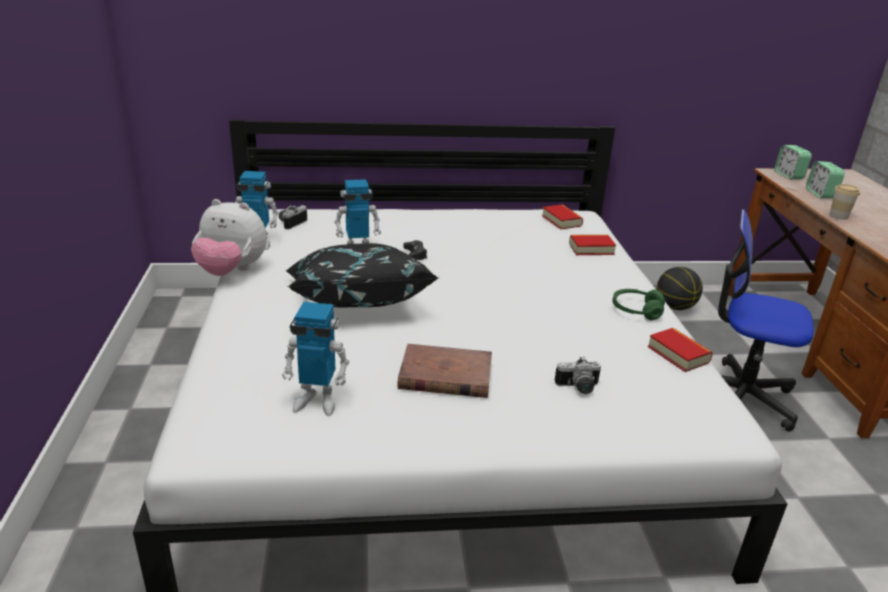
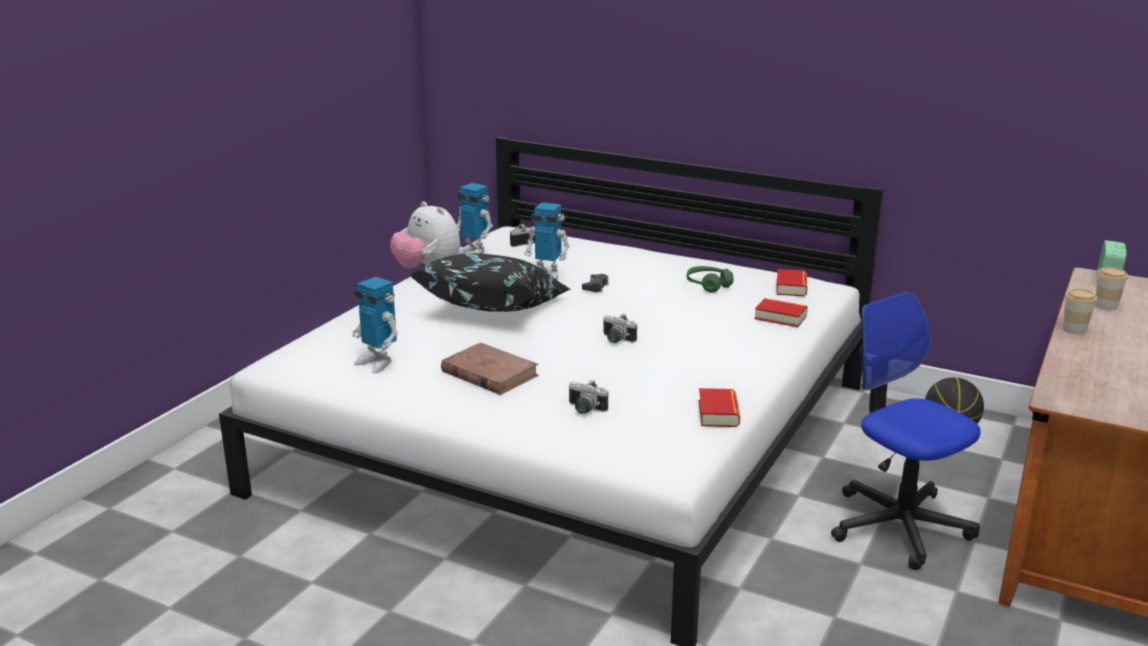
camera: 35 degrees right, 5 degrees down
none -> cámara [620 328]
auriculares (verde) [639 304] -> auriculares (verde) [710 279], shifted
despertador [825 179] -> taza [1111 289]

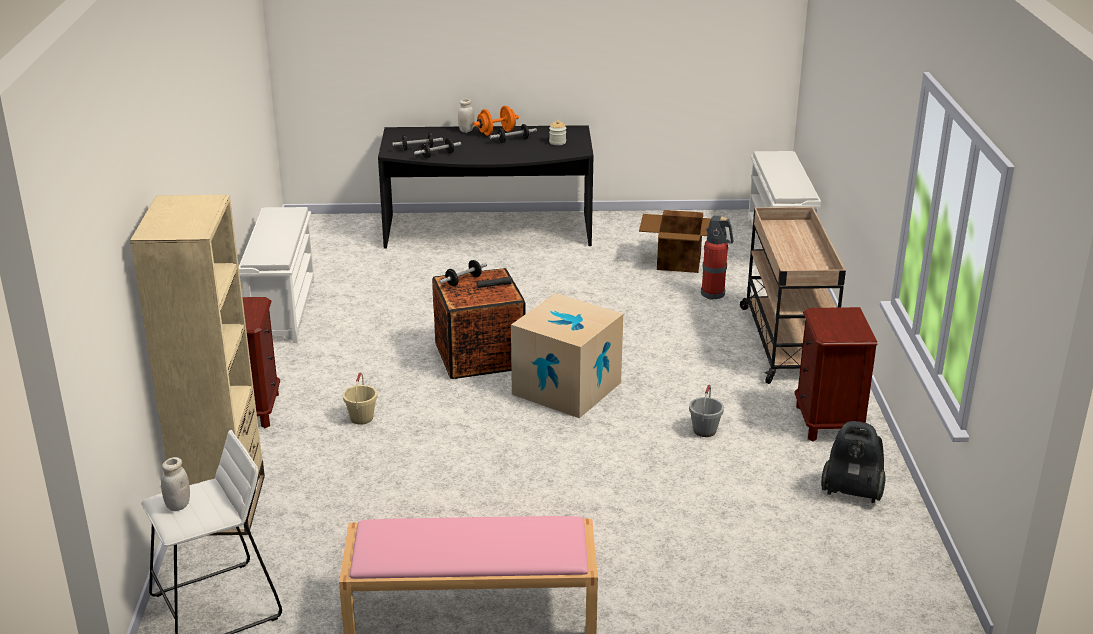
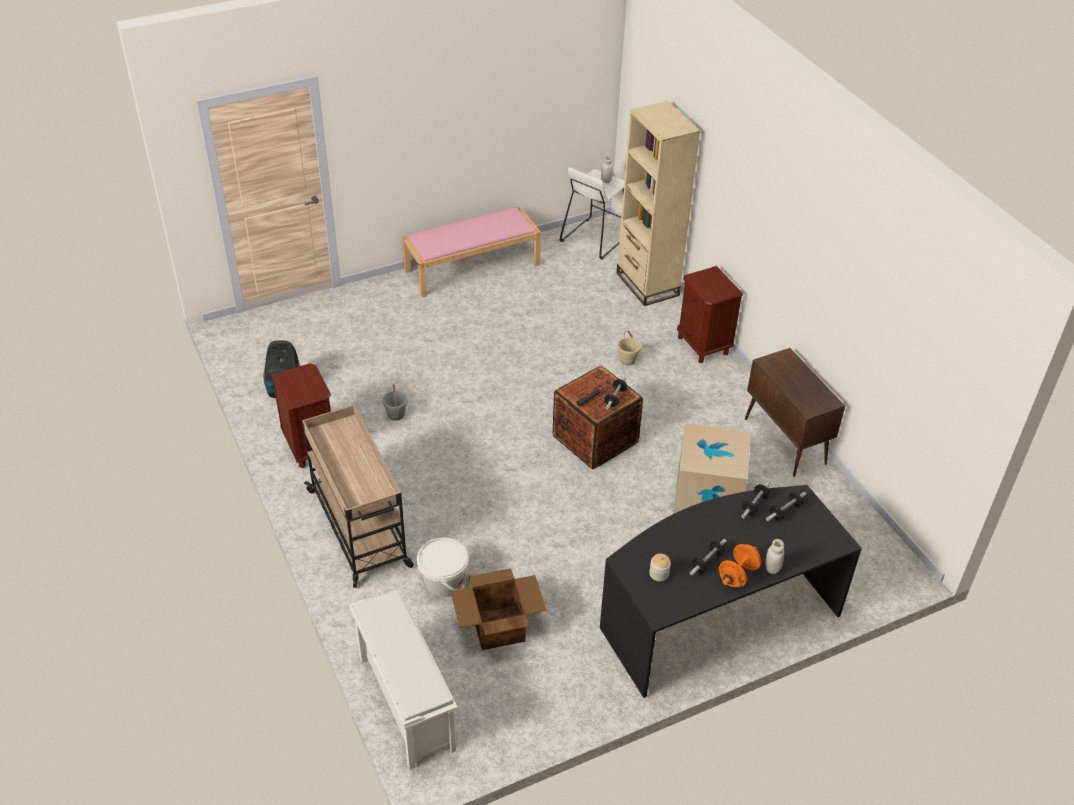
camera: 155 degrees right, 15 degrees up
extintor [717 258] -> cubo (blanco) [443 567]
caja de cartón [567 355] -> caja de cartón [712 469], shifted
zapatero (blanco) [276 275] -> armario (marrón) [795 412]

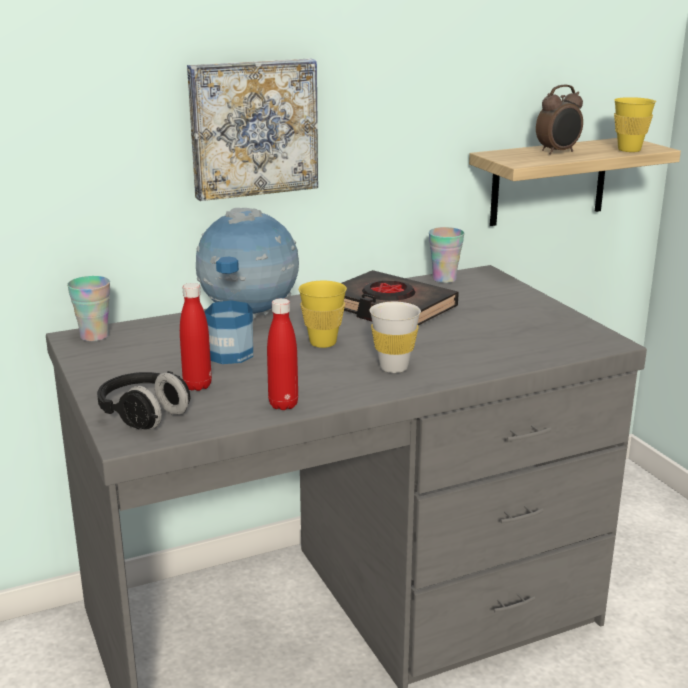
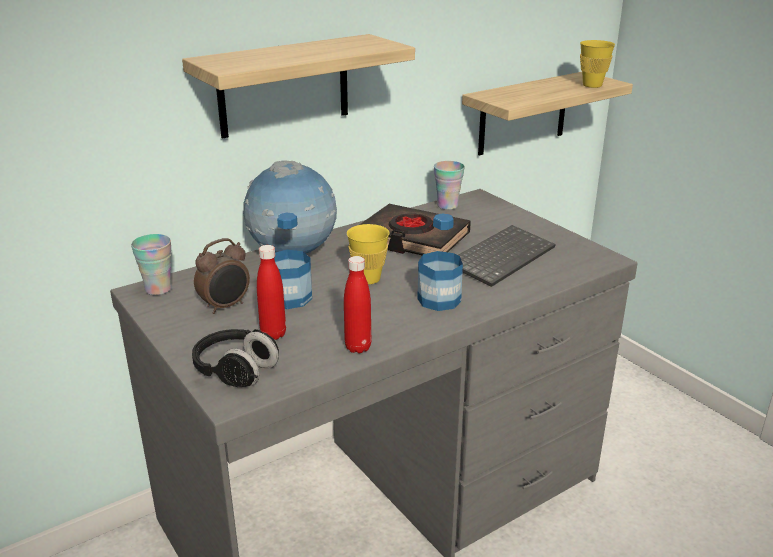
camera: 10 degrees left, 5 degrees up
cuadro [252 129] -> estante [298 86]
despertador [559 120] -> despertador [222 276], shifted
taza (blanco) [395 337] -> botella [440 262]
none -> teclado [507 256]

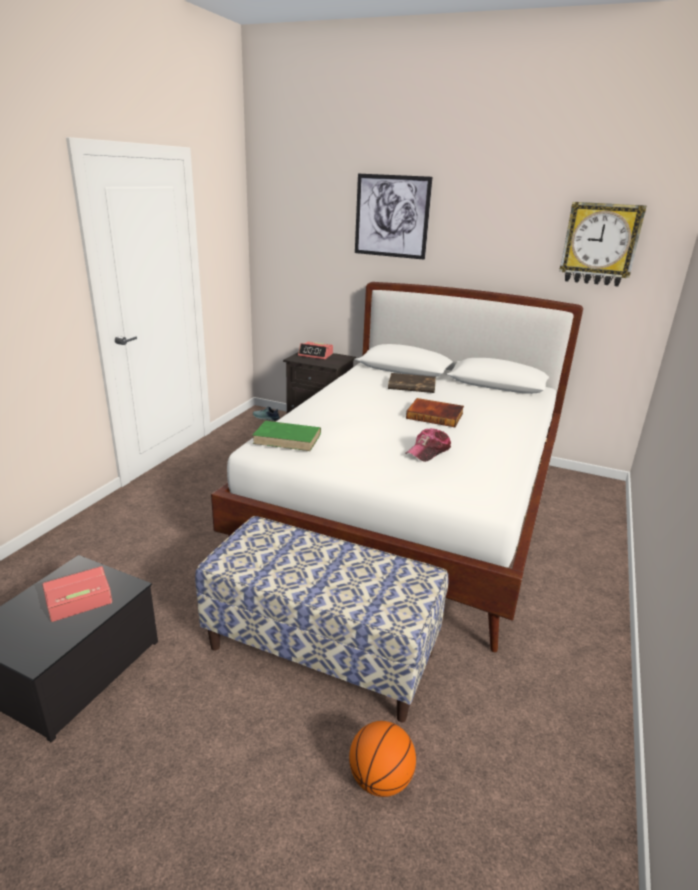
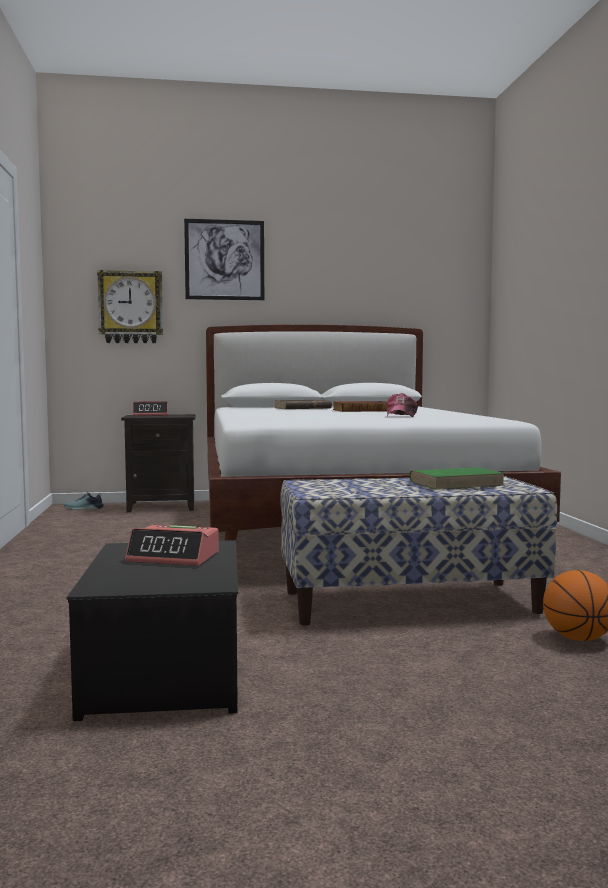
camera: 30 degrees left, 20 degrees down
reloj de pared [603 244] -> reloj de pared [130 306], shifted
despertador [77 594] -> despertador [172 545], 105 degrees counterclockwise
libro (verde) [286 436] -> libro (verde) [457 478], shifted

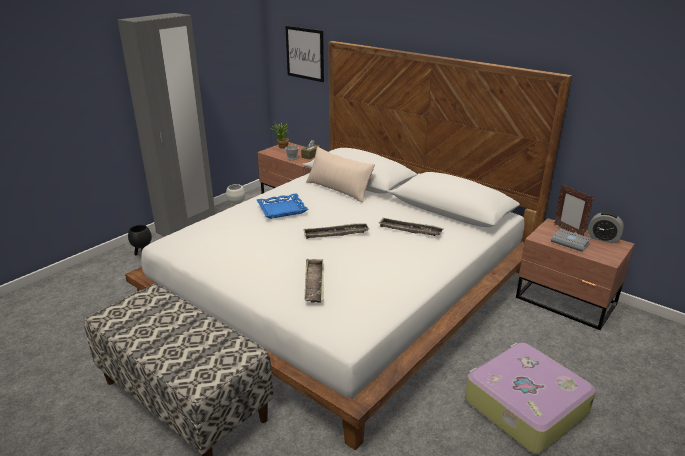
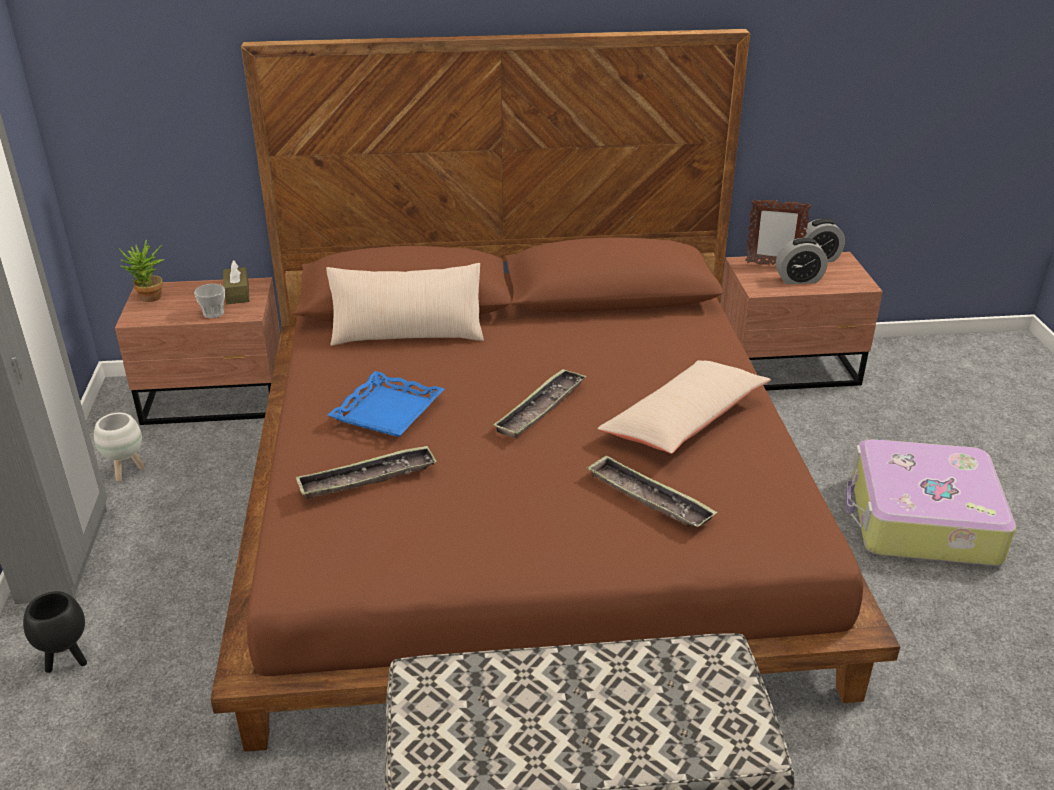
camera: 45 degrees left, 5 degrees up
cama (blanco) [348 245] -> cama (marrón) [555 390]
bandeja [411 227] -> bandeja [366 472], shifted
none -> cojín (beis) [684 407]
libro (gris) [571 240] -> despertador [802 261]
cuadro [304 54] -> none

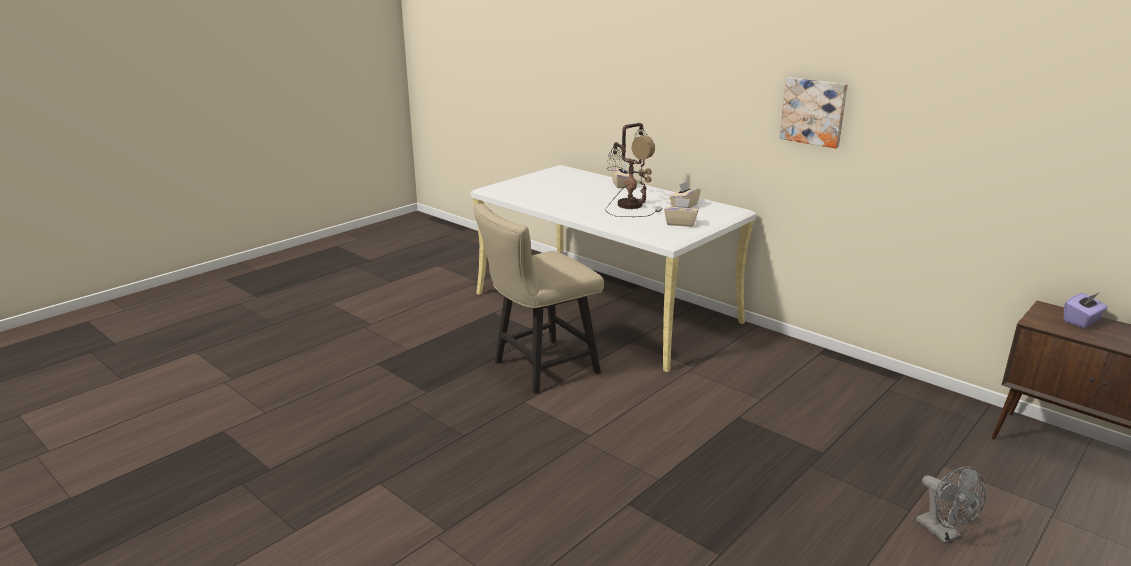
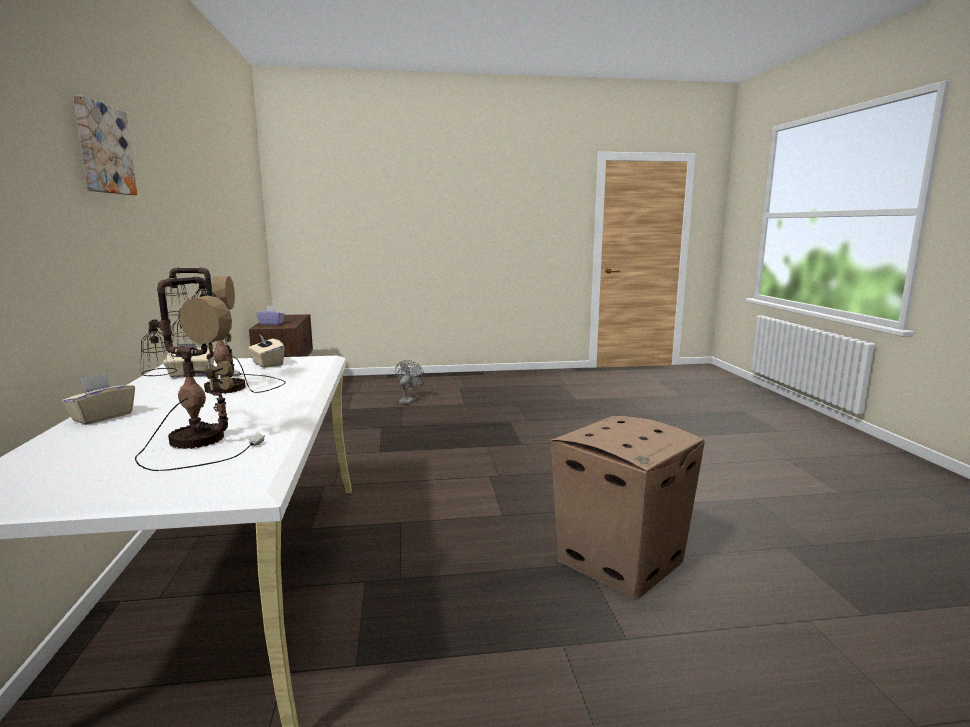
camera: 140 degrees left, 10 degrees down
cuadro [813 112] -> cuadro [105 145], shifted
none -> lámpara de mesa [200 374]
none -> caja de cartón [627 508]
silla (beis) [538 299] -> none

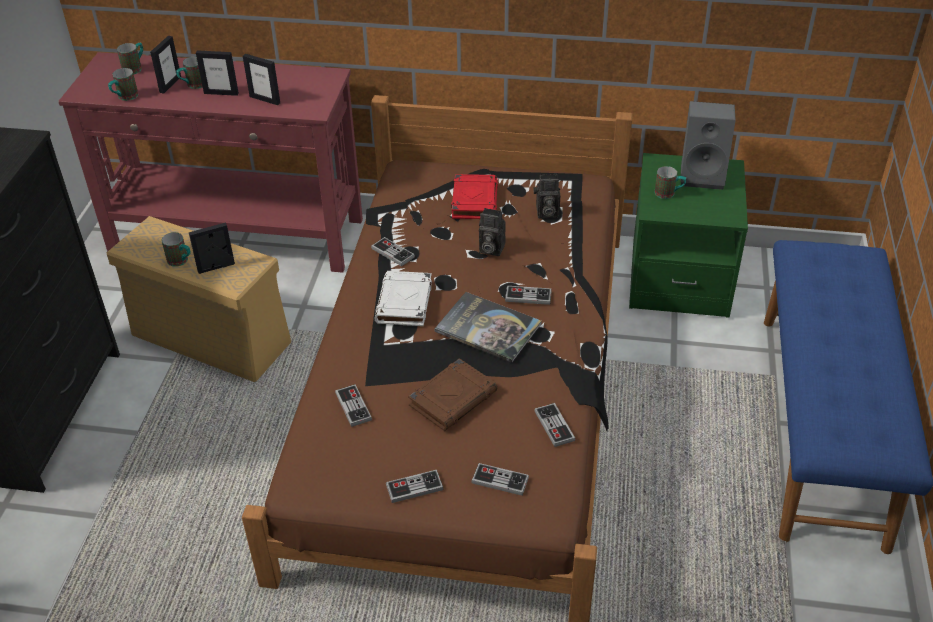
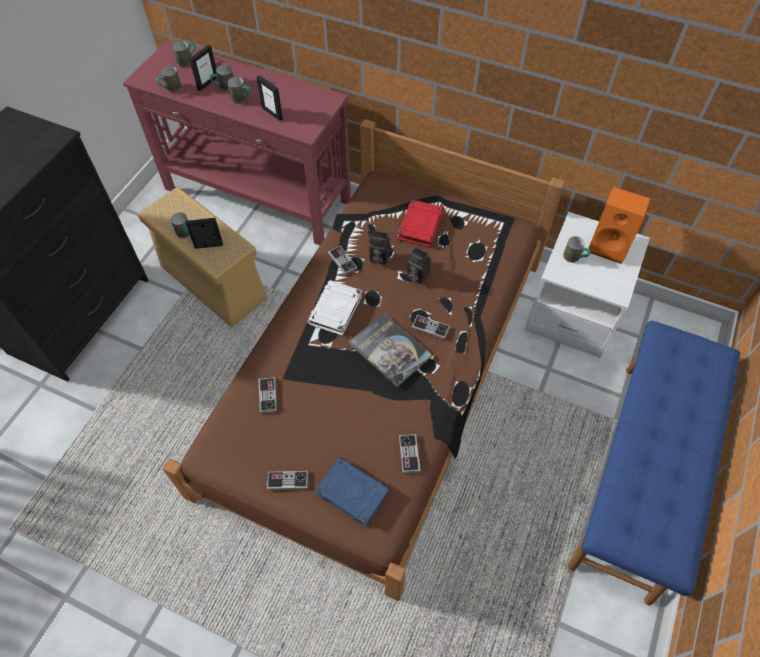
camera: 15 degrees right, 15 degrees up
portarretratos [217 73] -> taza grande [239 90]
mando de consola [500 479] -> libro (azul) [352 492]
cámara [546 196] -> cámara [379 248], shifted
mesita de noche (verde) [688 235] -> mesita de noche (blanco) [587 285]
altavoz (gris) [708 145] -> altavoz (naranja) [619 225]
libro (marrón) [452 394] -> none

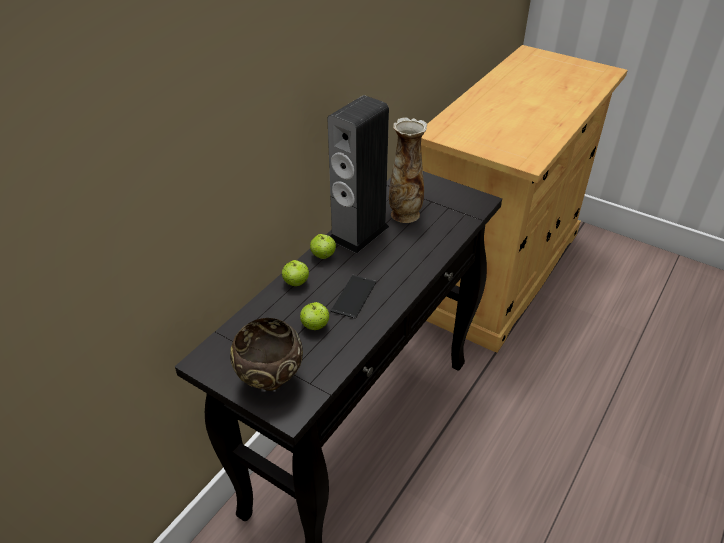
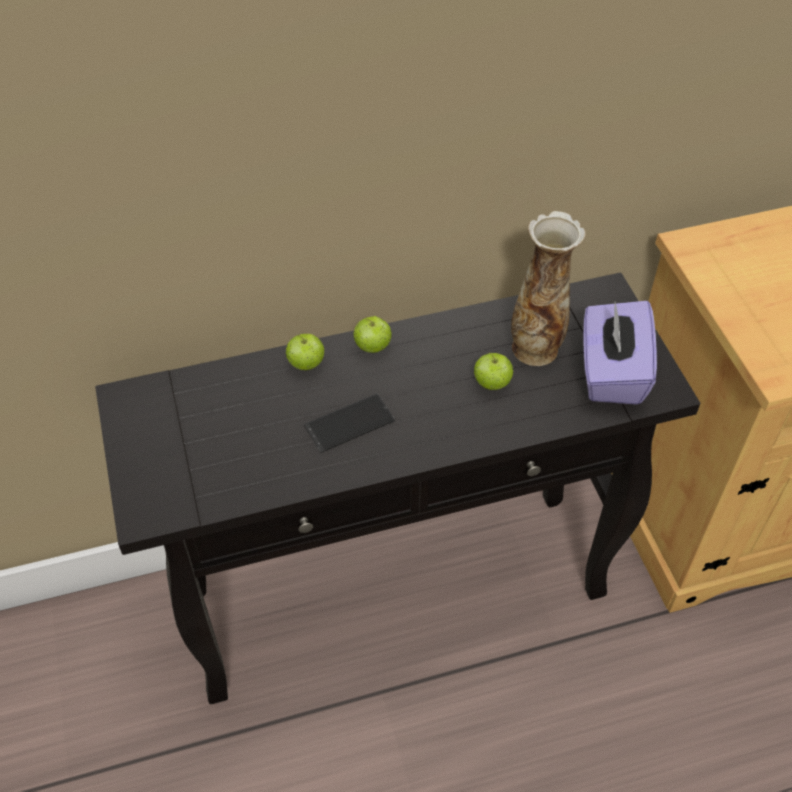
camera: 40 degrees right, 10 degrees up
manzana [314 316] -> manzana [494 371], shifted
none -> caja de pañuelos (morado) [620 353]
cuenco (marrón) [266 354] -> none
altavoz [358 174] -> none

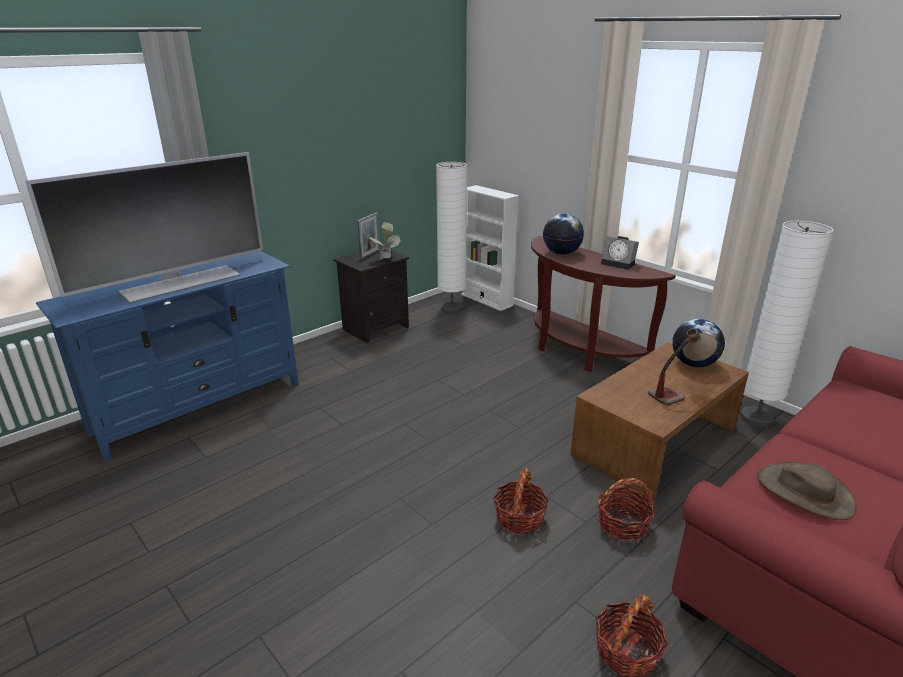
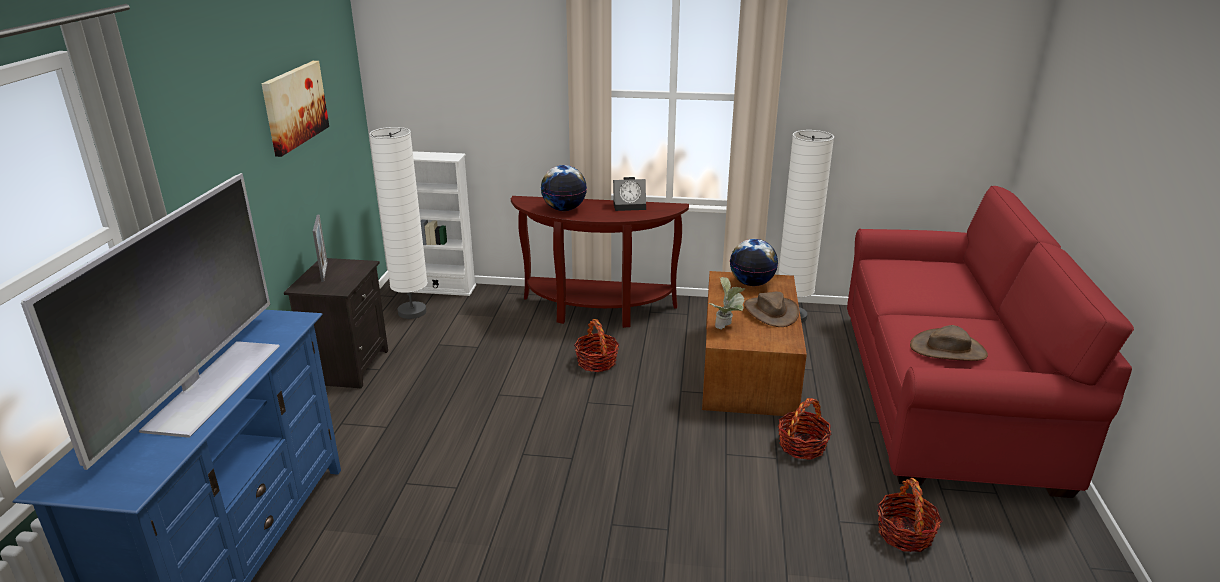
camera: 40 degrees left, 0 degrees up
none -> cuadro [295 109]
cesta [521 501] -> cesta [597 345], shifted
planta en maceta [385 241] -> planta en maceta [727 303], shifted
lámpara de mesa [682 366] -> sombrero (marrón) [771 309]

